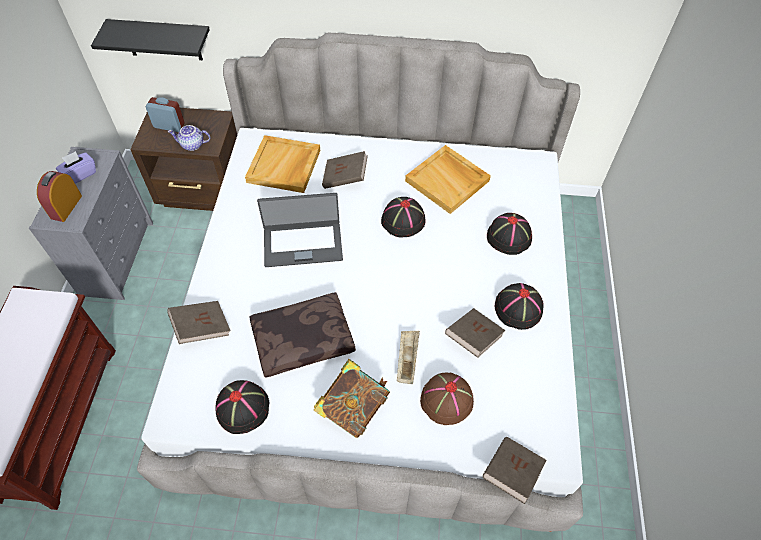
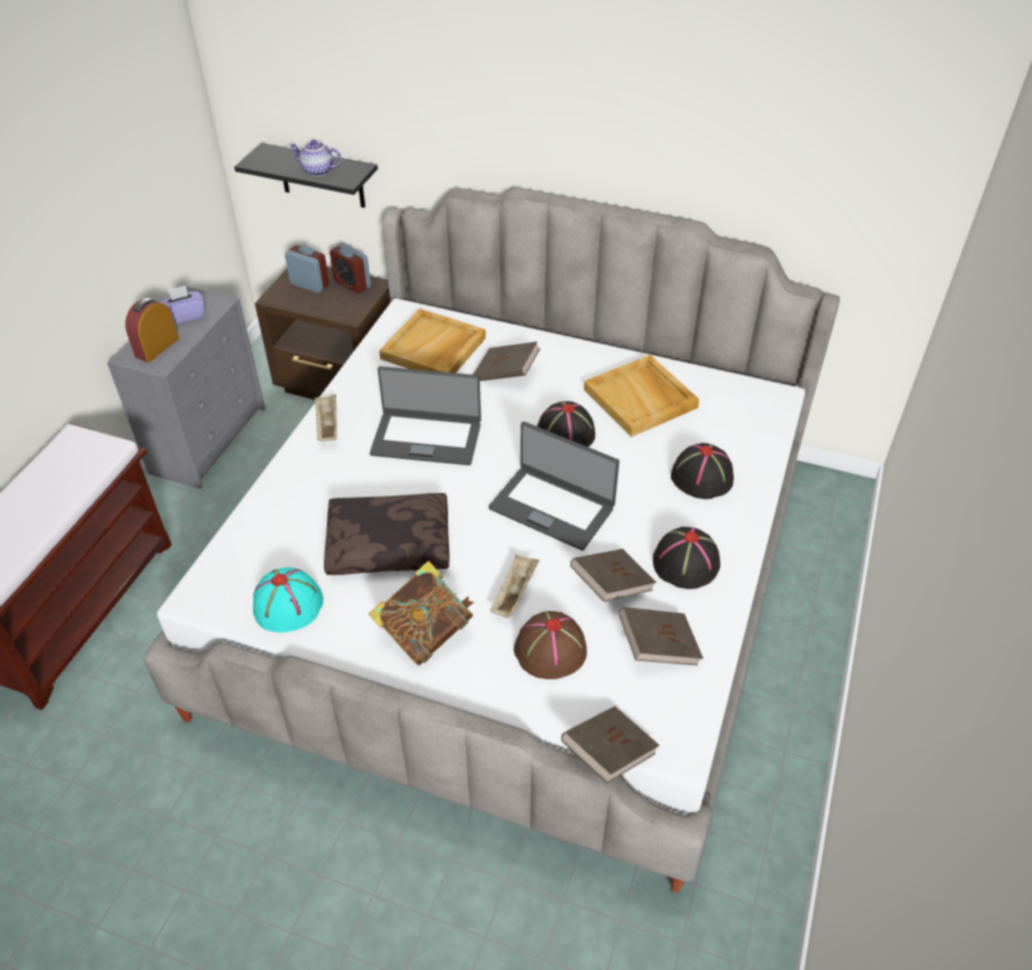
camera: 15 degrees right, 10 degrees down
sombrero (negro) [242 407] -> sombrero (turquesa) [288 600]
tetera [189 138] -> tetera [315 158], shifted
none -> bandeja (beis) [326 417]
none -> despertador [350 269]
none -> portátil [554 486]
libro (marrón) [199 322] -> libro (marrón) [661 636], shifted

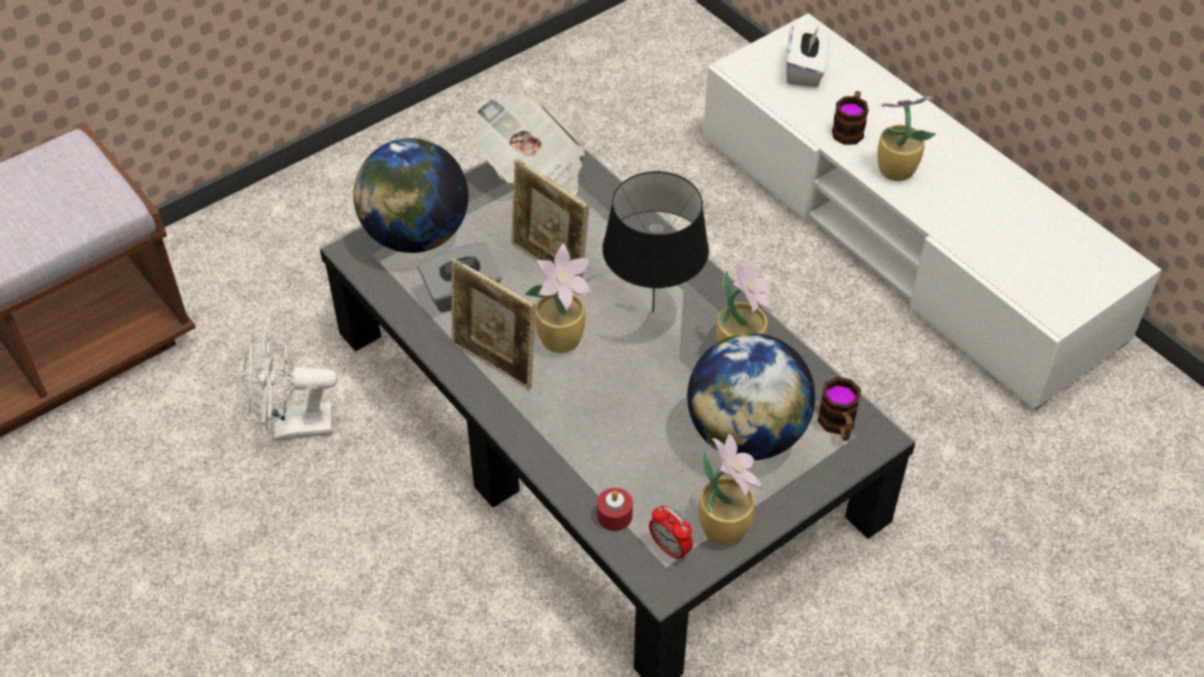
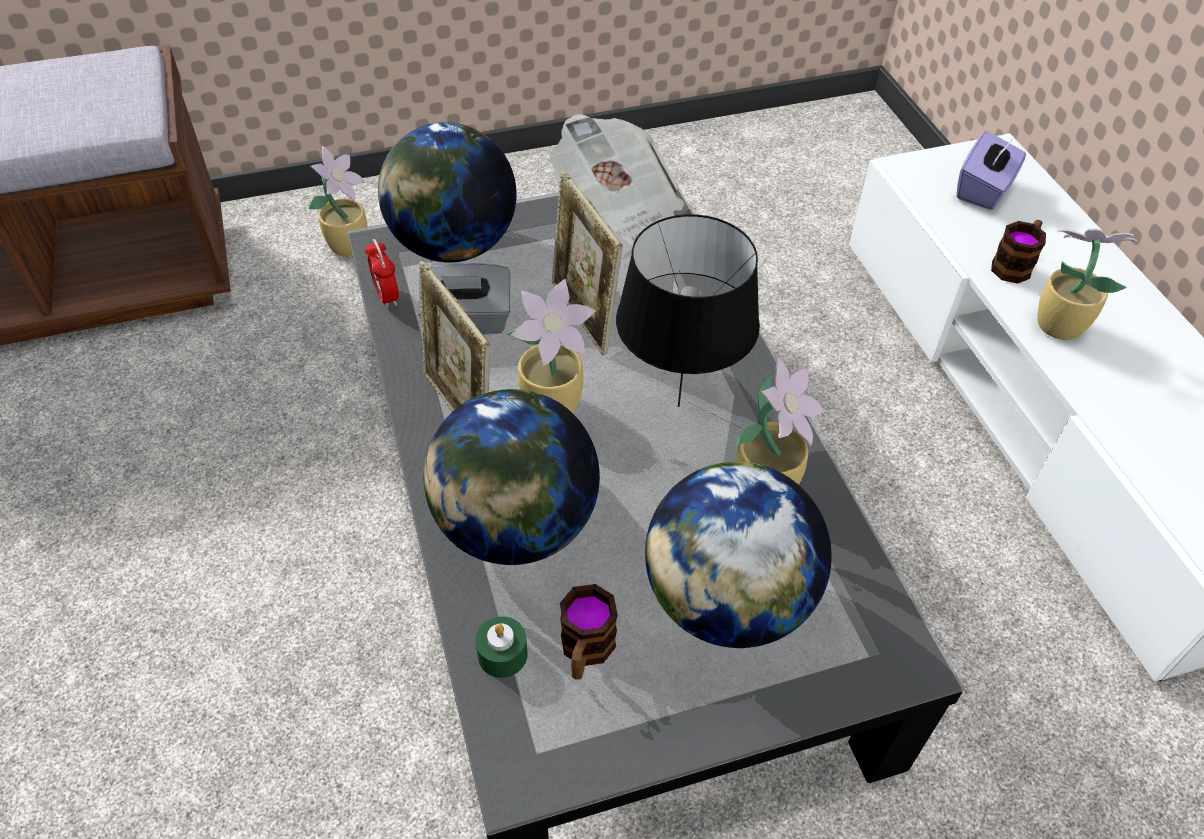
camera: 20 degrees right, 0 degrees up
planta en maceta [730 489] -> planta en maceta [337 201], shifted
despertador [671 533] -> despertador [382 273], shifted
none -> globo terráqueo [512 477]
vela (rojo) [615 509] -> vela (verde) [501 647]
taza grande [839 409] -> taza grande [589 632], shifted
caja de pañuelos (blanco) [808 55] -> caja de pañuelos (morado) [991 170]
ventilador (blanco) [290 383] -> none

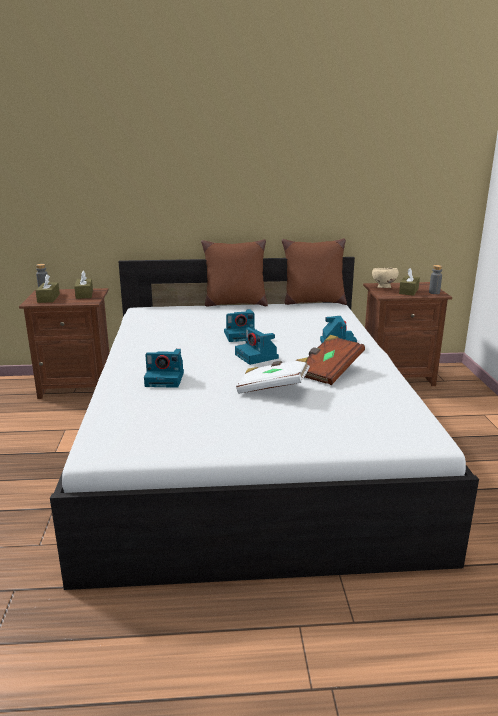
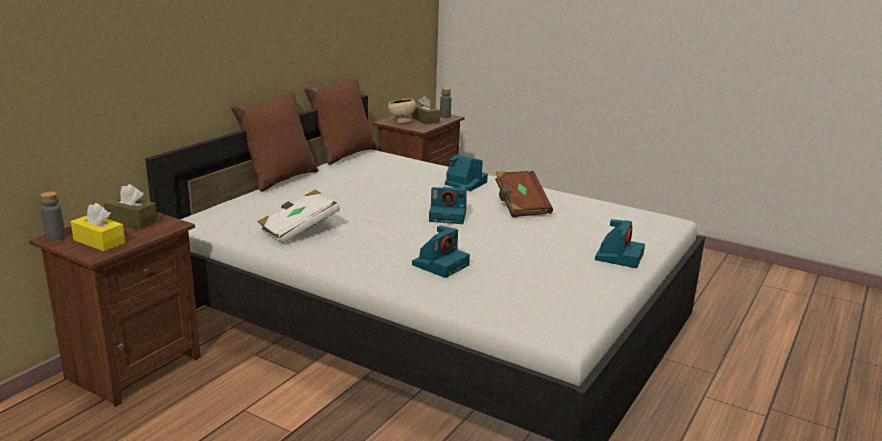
camera: 55 degrees left, 0 degrees up
caja de pañuelos (marrón) [47 288] -> caja de pañuelos (amarillo) [98 227]
libro (blanco) [273 375] -> libro (blanco) [299 217], shifted
cámara [239 325] -> cámara [620 243], shifted

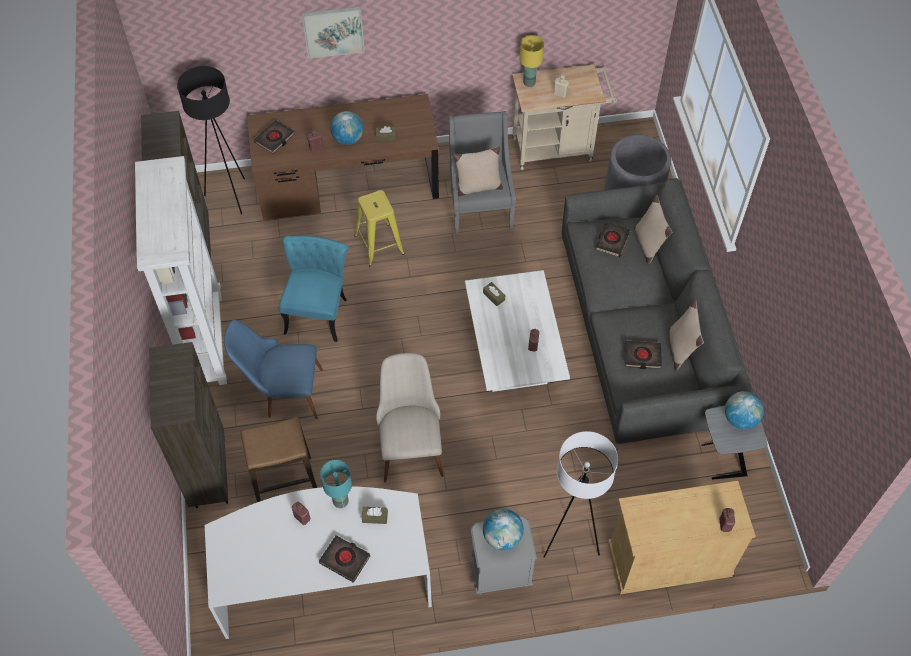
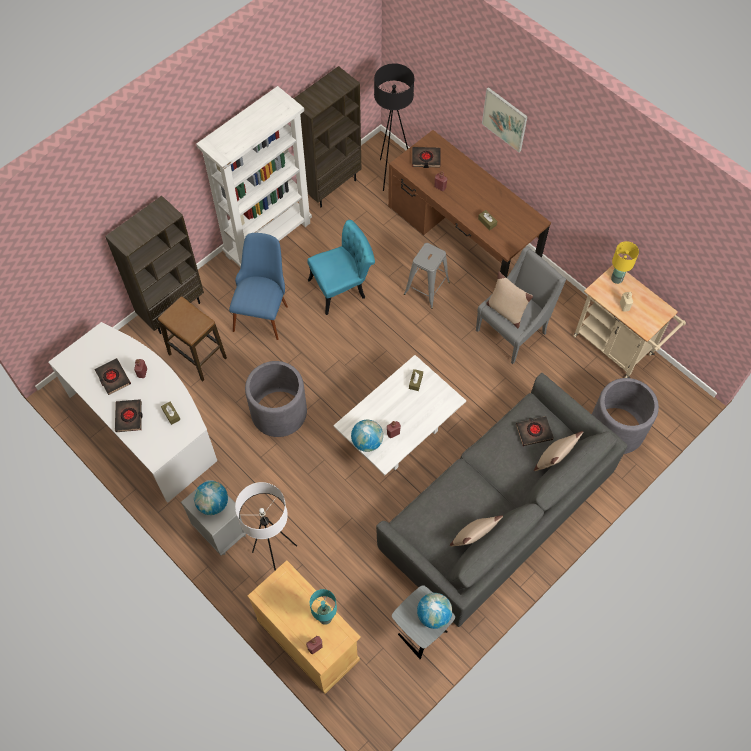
camera: 55 degrees right, 5 degrees up
libro (negro) [643 355] -> libro (negro) [112 376], shifted
silla (azul) [273 369] -> silla (azul) [258 286], 45 degrees clockwise
silla (beis) [410 417] -> maceta (gris) [276 399]
lámpara de mesa (turquesa) [336 484] -> lámpara de mesa (turquesa) [323 607], shifted
globo terráqueo [347 128] -> globo terráqueo [367 436], shifted
taburete (amarillo) [380 228] -> taburete (gris) [427 276]

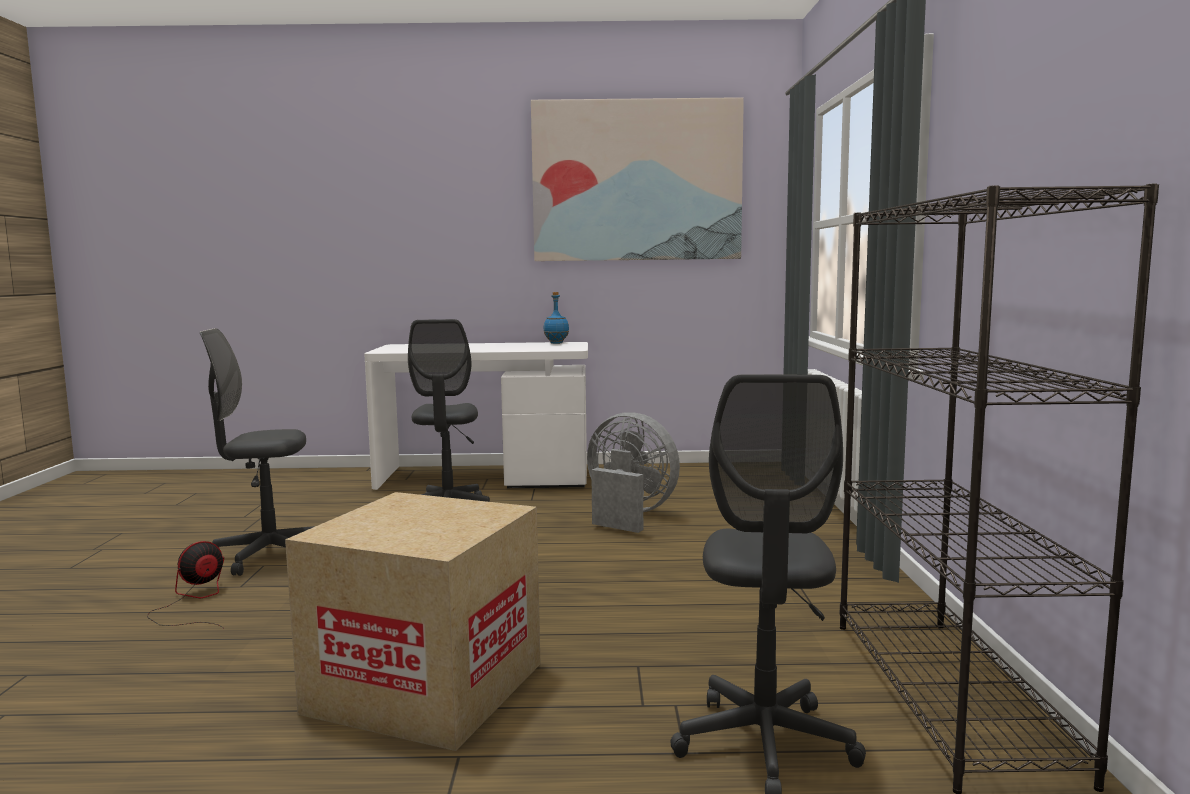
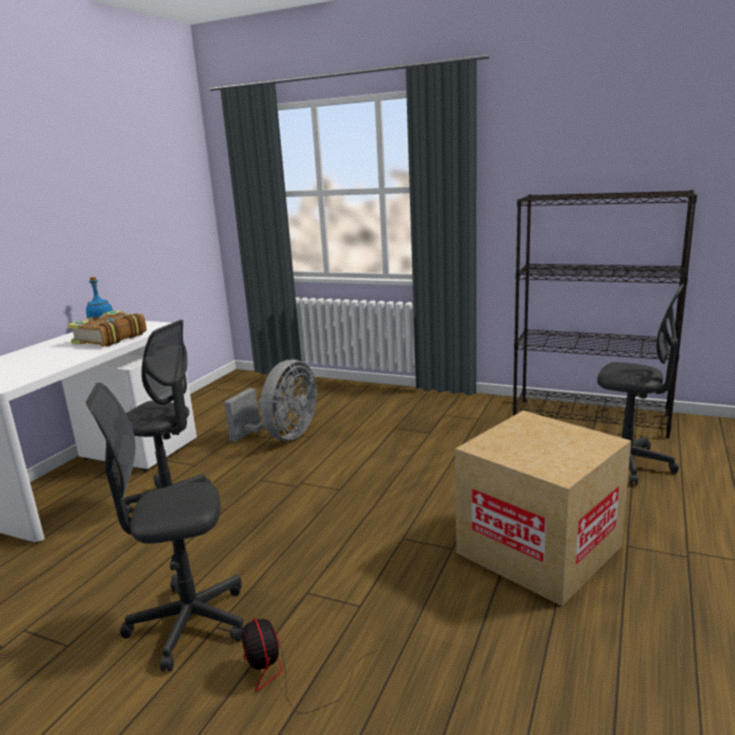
camera: 65 degrees left, 10 degrees up
none -> libro [107 328]
silla de oficina (gris) [257 452] -> silla de oficina (gris) [165 526], 60 degrees clockwise
ventilador (gris) [633 472] -> ventilador (gris) [270 400], 150 degrees clockwise
cuadro [637 179] -> none

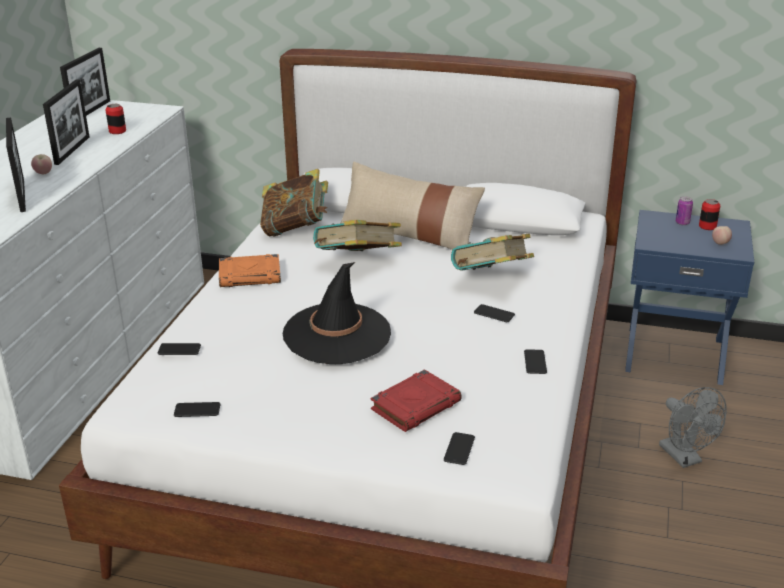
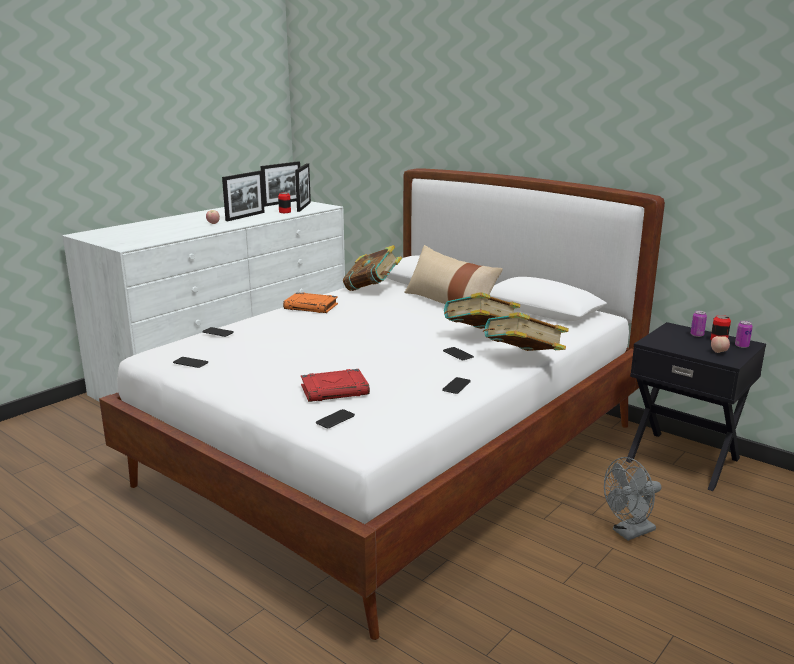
camera: 25 degrees right, 10 degrees down
portarretratos [16 164] -> portarretratos [303 187], shifted
libro [357 235] -> libro [526 331], shifted
ventilador (gris) [693 427] -> ventilador (gris) [632 499], 60 degrees clockwise
mesita de noche (azul) [689 297] -> mesita de noche (negro) [696 406]
none -> lata [744 334]
sombrero (negro) [337 313] -> none

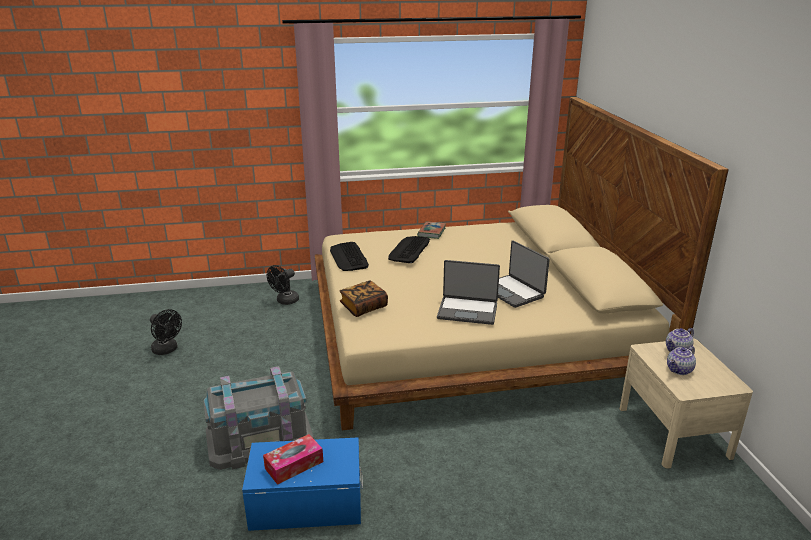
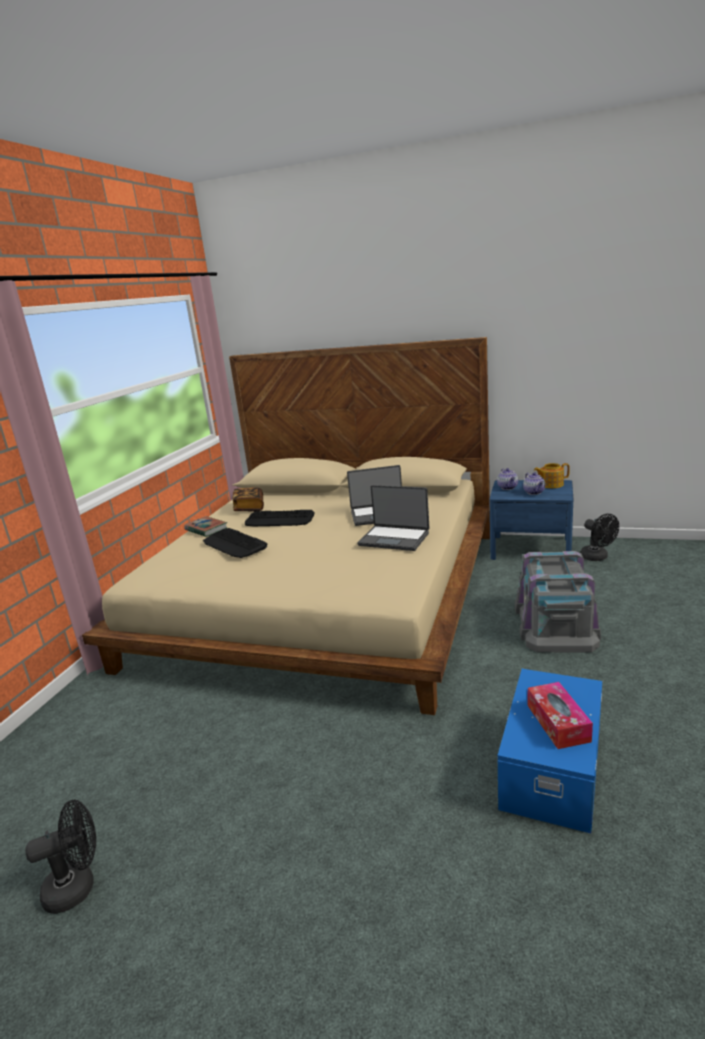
camera: 60 degrees left, 5 degrees down
libro [364 298] -> libro [248 499], shifted
teclado [349 256] -> teclado [280 518], shifted
portátil [468 292] -> portátil [393 518], 75 degrees clockwise
mesita de noche (beis) [686 404] -> mesita de noche (azul) [531 520]
caja de almacenaje (gris) [258 418] -> caja de almacenaje (gris) [558 601], shifted
none -> tetera [552 475]
ventilador (negro) [283 285] -> ventilador (negro) [599 537], shifted

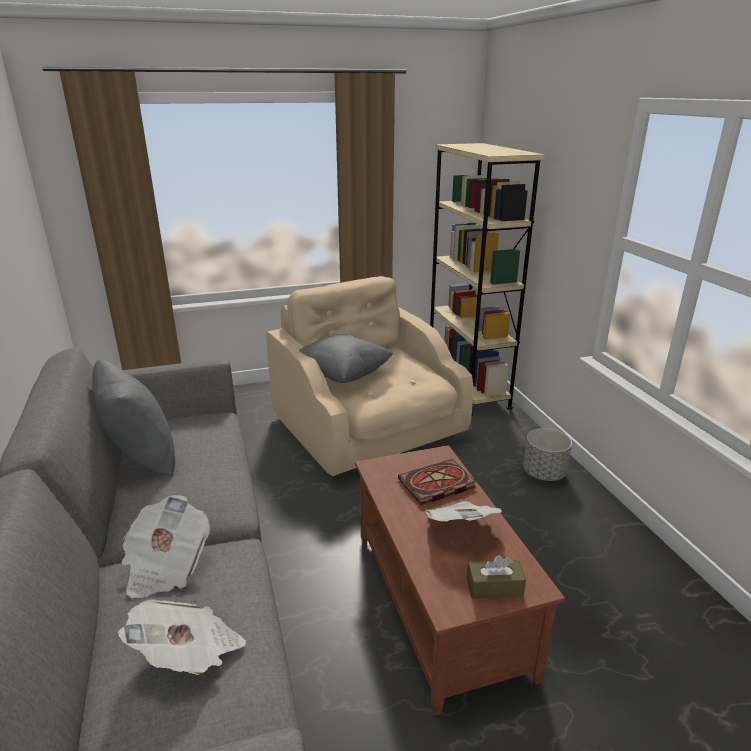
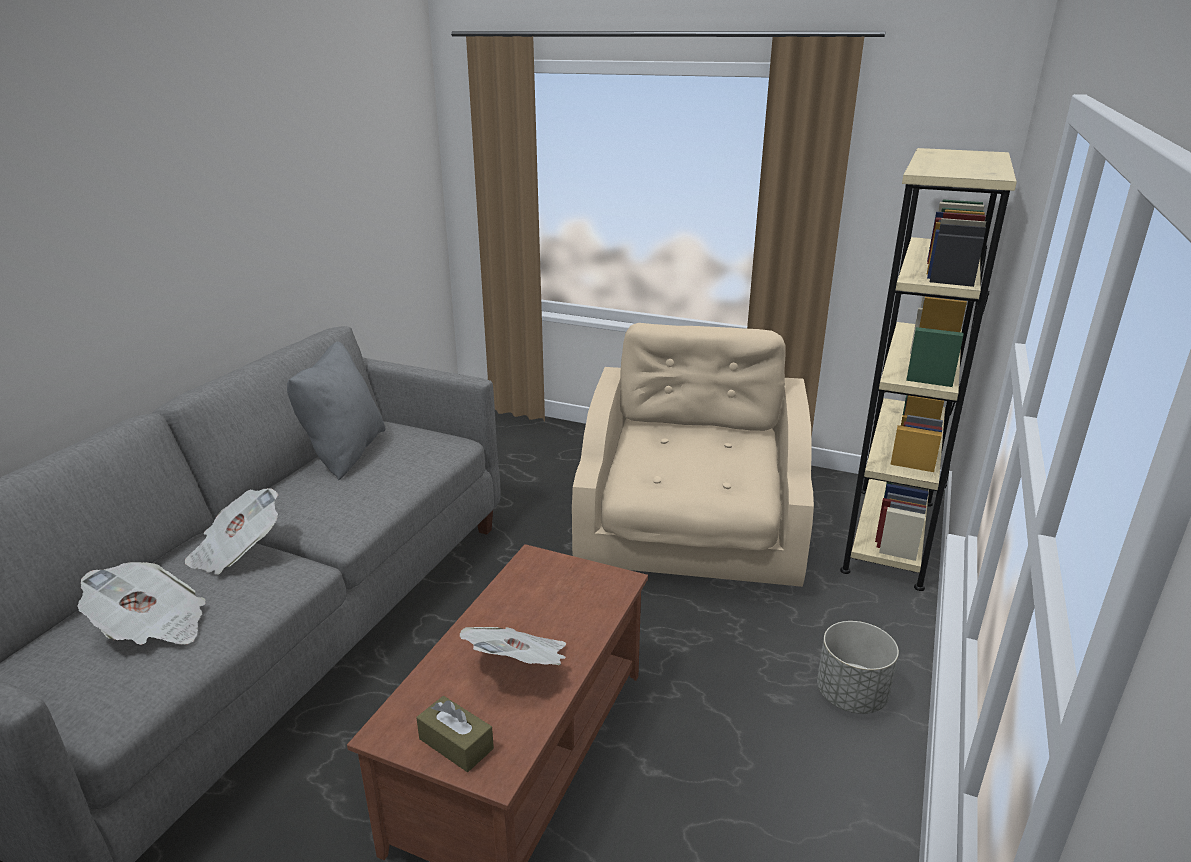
camera: 40 degrees right, 0 degrees up
cojín (gris) [346 358] -> none
libro [437 482] -> none

